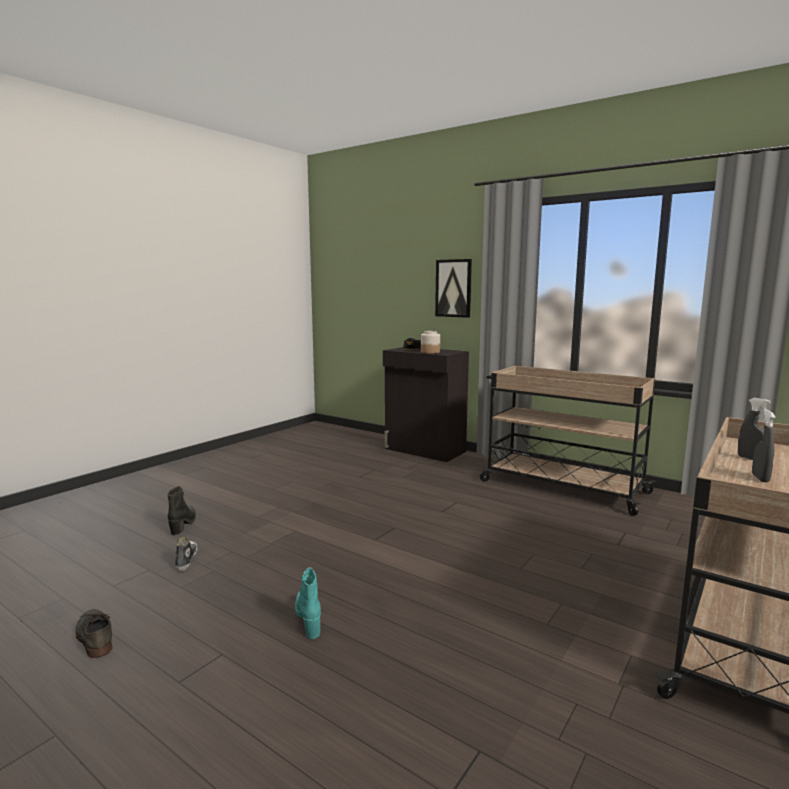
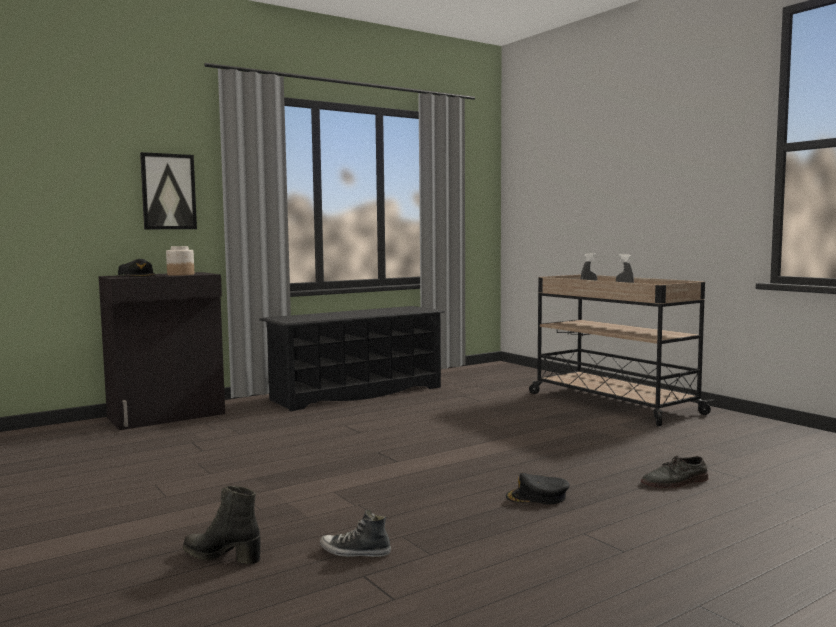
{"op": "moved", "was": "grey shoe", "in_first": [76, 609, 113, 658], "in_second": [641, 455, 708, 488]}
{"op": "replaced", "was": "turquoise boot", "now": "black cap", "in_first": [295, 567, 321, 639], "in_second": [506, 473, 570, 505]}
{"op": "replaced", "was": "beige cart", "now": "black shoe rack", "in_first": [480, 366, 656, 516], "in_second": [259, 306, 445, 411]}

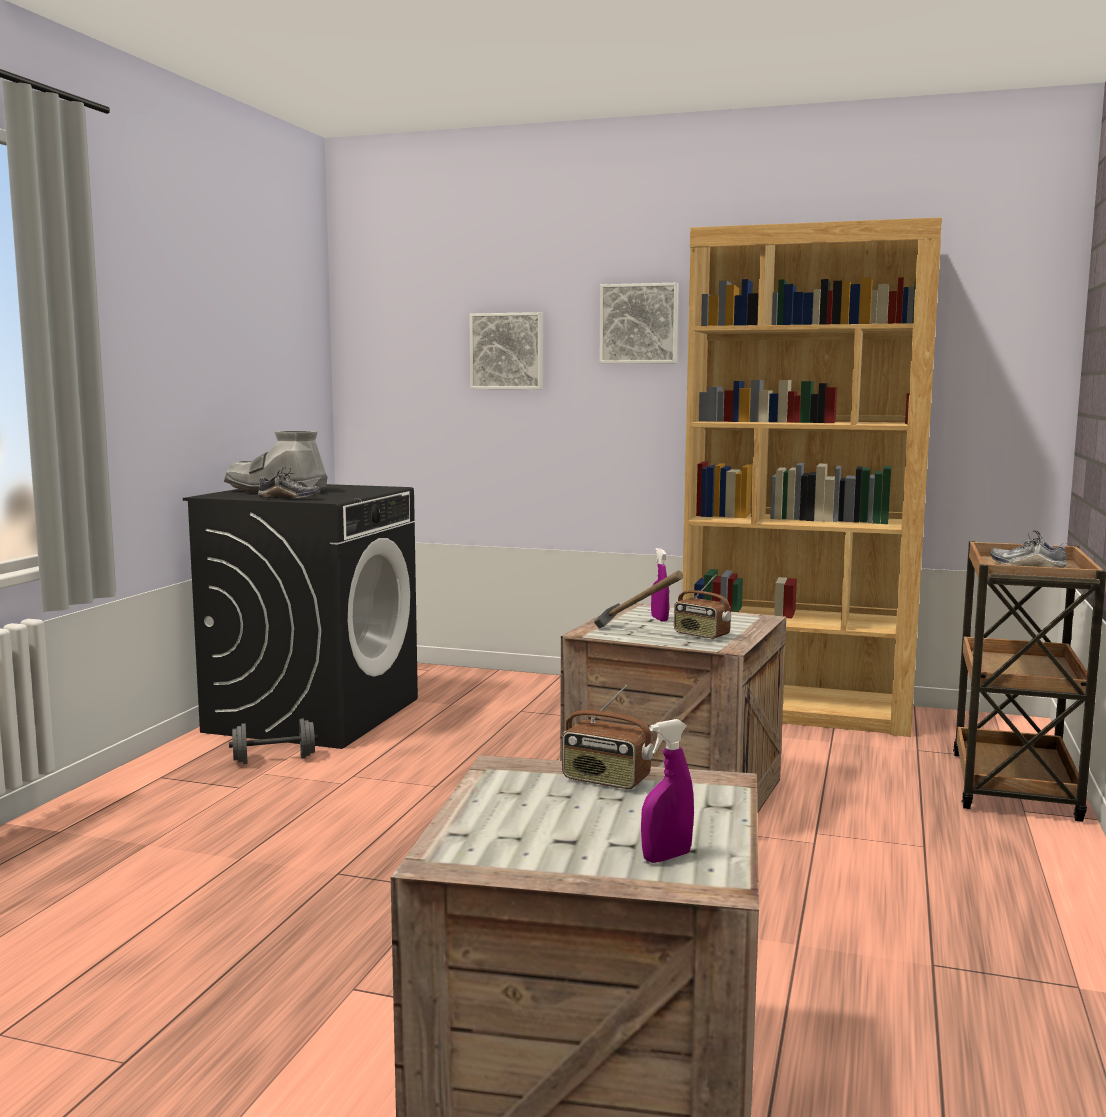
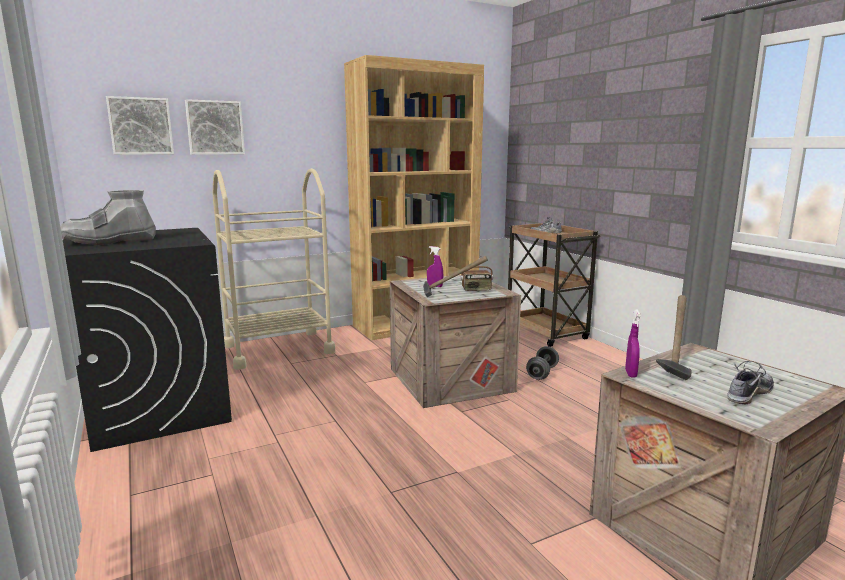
{"op": "moved", "was": "grey dumbbell", "in_first": [229, 718, 318, 764], "in_second": [526, 346, 559, 380]}
{"op": "moved", "was": "shoe", "in_first": [258, 466, 320, 498], "in_second": [728, 361, 774, 404]}
{"op": "replaced", "was": "radio", "now": "hammer", "in_first": [562, 685, 654, 789], "in_second": [656, 295, 692, 380]}
{"op": "moved", "was": "picture", "in_first": [599, 283, 679, 364], "in_second": [106, 96, 174, 155]}
{"op": "moved", "was": "purple spray bottle", "in_first": [641, 719, 694, 863], "in_second": [625, 309, 641, 378]}
{"op": "added", "now": "beige cart", "in_second": [212, 168, 335, 370]}

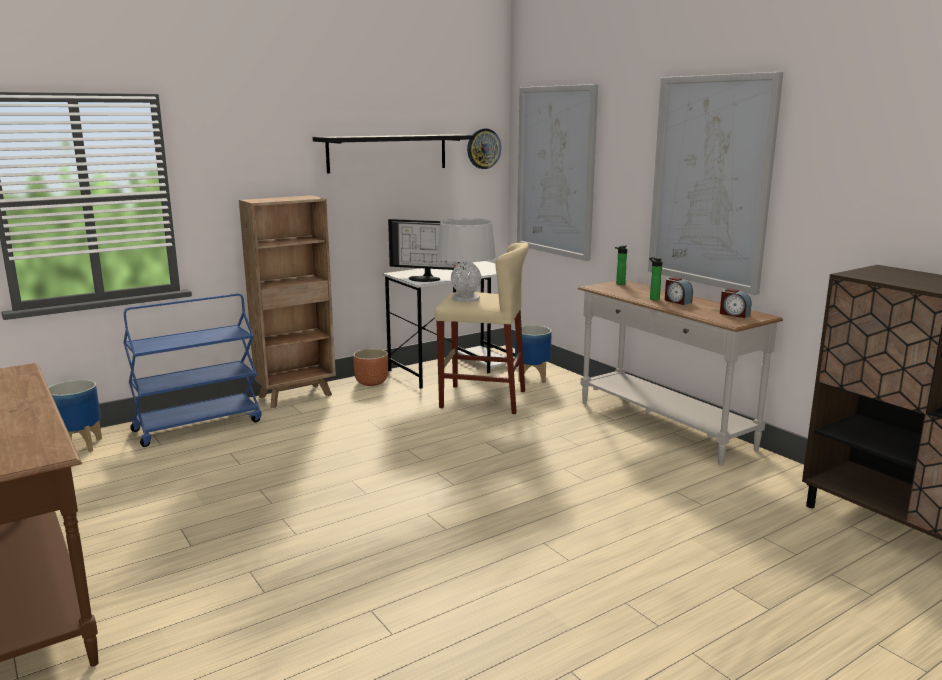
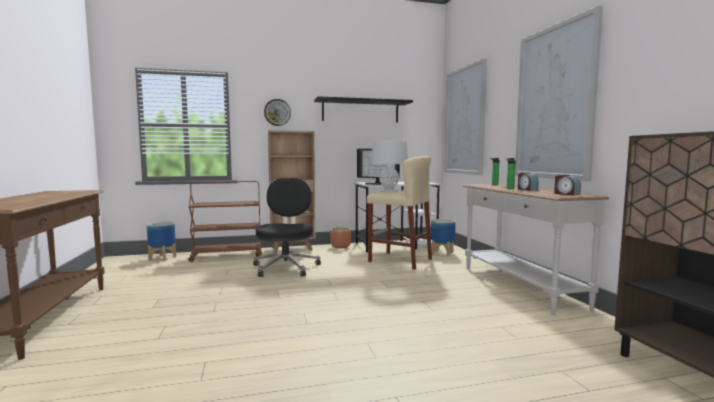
{"op": "recoloured", "was": "blue cart", "now": "brown cart", "in_first": [124, 293, 261, 447], "in_second": [189, 181, 262, 262]}
{"op": "moved", "was": "wall clock", "in_first": [467, 128, 501, 169], "in_second": [264, 99, 291, 126]}
{"op": "added", "now": "black office chair", "in_second": [253, 178, 321, 277]}

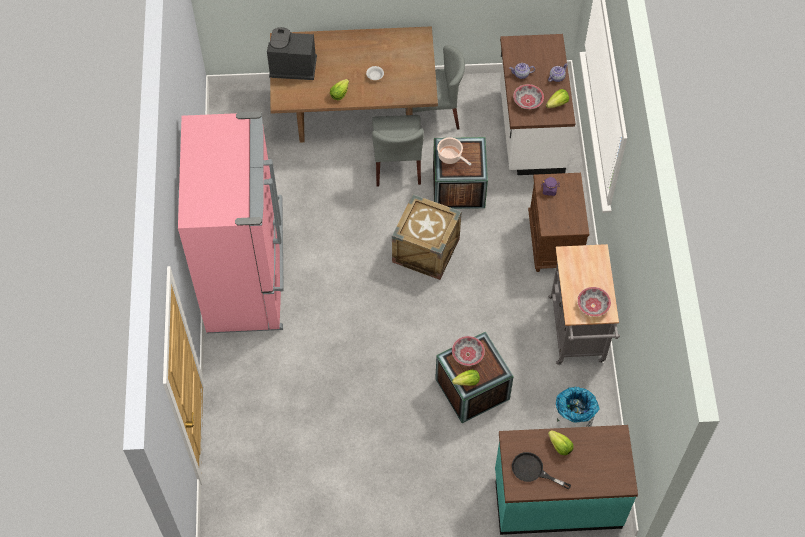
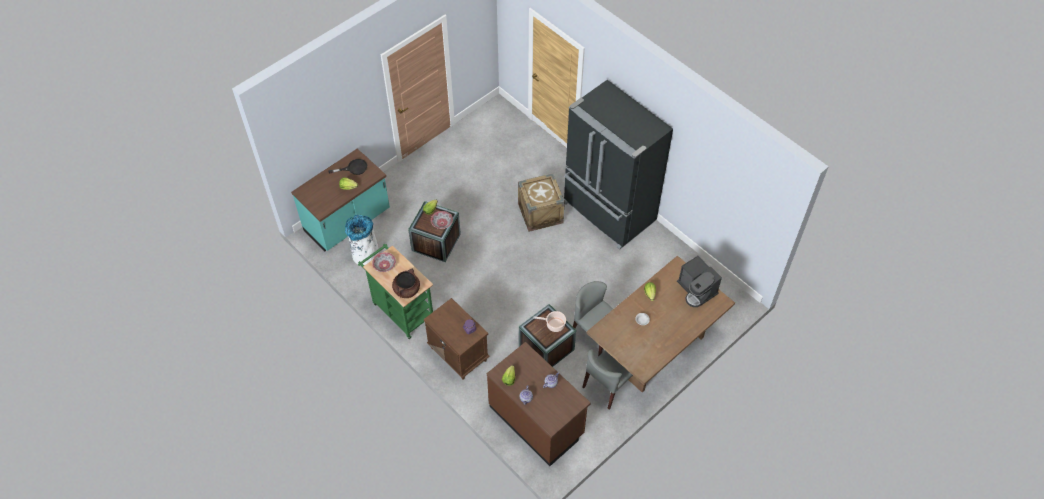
{"op": "recoloured", "was": "pink fridge", "now": "black fridge", "in_first": [178, 111, 284, 333], "in_second": [564, 80, 673, 250]}
{"op": "turned", "was": "coffee machine", "in_first": [267, 27, 317, 80], "in_second": [677, 256, 722, 307], "clockwise": 90}
{"op": "moved", "was": "crate", "in_first": [392, 194, 462, 280], "in_second": [518, 173, 565, 232]}
{"op": "recoloured", "was": "white counter", "now": "brown counter", "in_first": [500, 34, 575, 175], "in_second": [487, 342, 591, 466]}
{"op": "removed", "was": "bowl", "in_first": [513, 84, 544, 109]}
{"op": "recoloured", "was": "grey cart", "now": "green cart", "in_first": [548, 244, 620, 365], "in_second": [358, 244, 433, 339]}
{"op": "added", "now": "brown cooking pot", "in_second": [392, 269, 420, 298]}

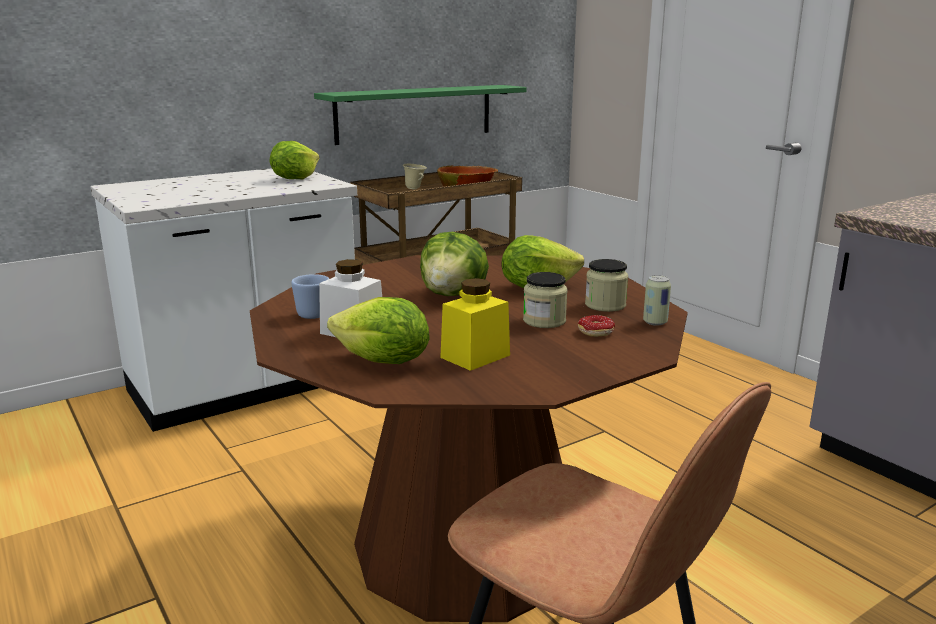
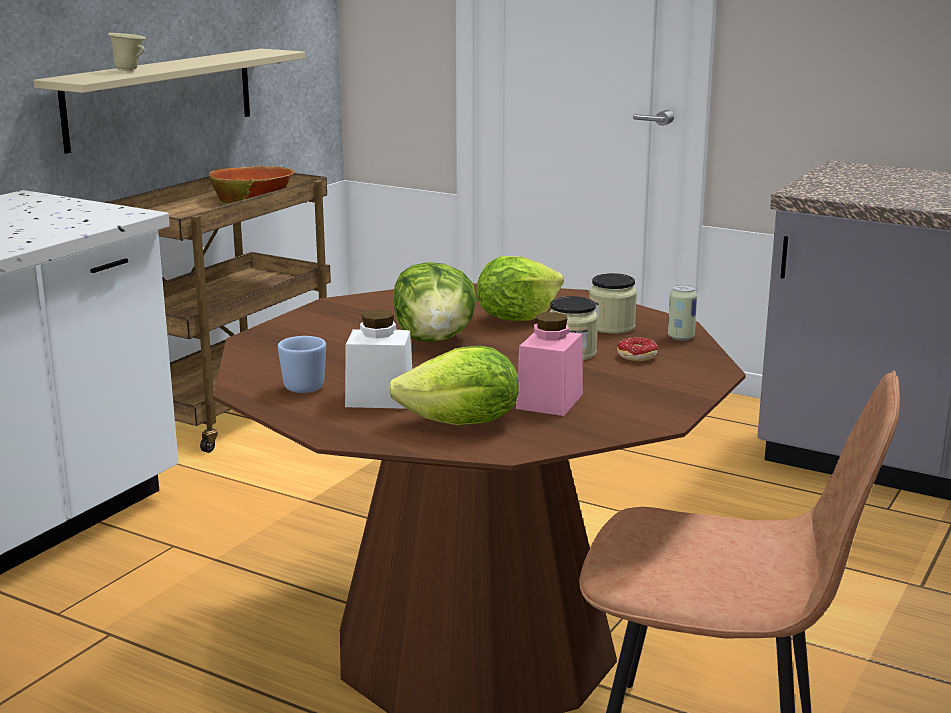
{"op": "removed", "was": "lettuce", "in_first": [270, 141, 319, 179]}
{"op": "recoloured", "was": "green shelf", "now": "beige shelf", "in_first": [314, 85, 527, 145], "in_second": [33, 49, 305, 154]}
{"op": "moved", "was": "beige mug", "in_first": [403, 164, 427, 189], "in_second": [108, 33, 146, 71]}
{"op": "recoloured", "was": "yellow jar", "now": "pink jar", "in_first": [440, 278, 510, 371], "in_second": [516, 312, 583, 416]}

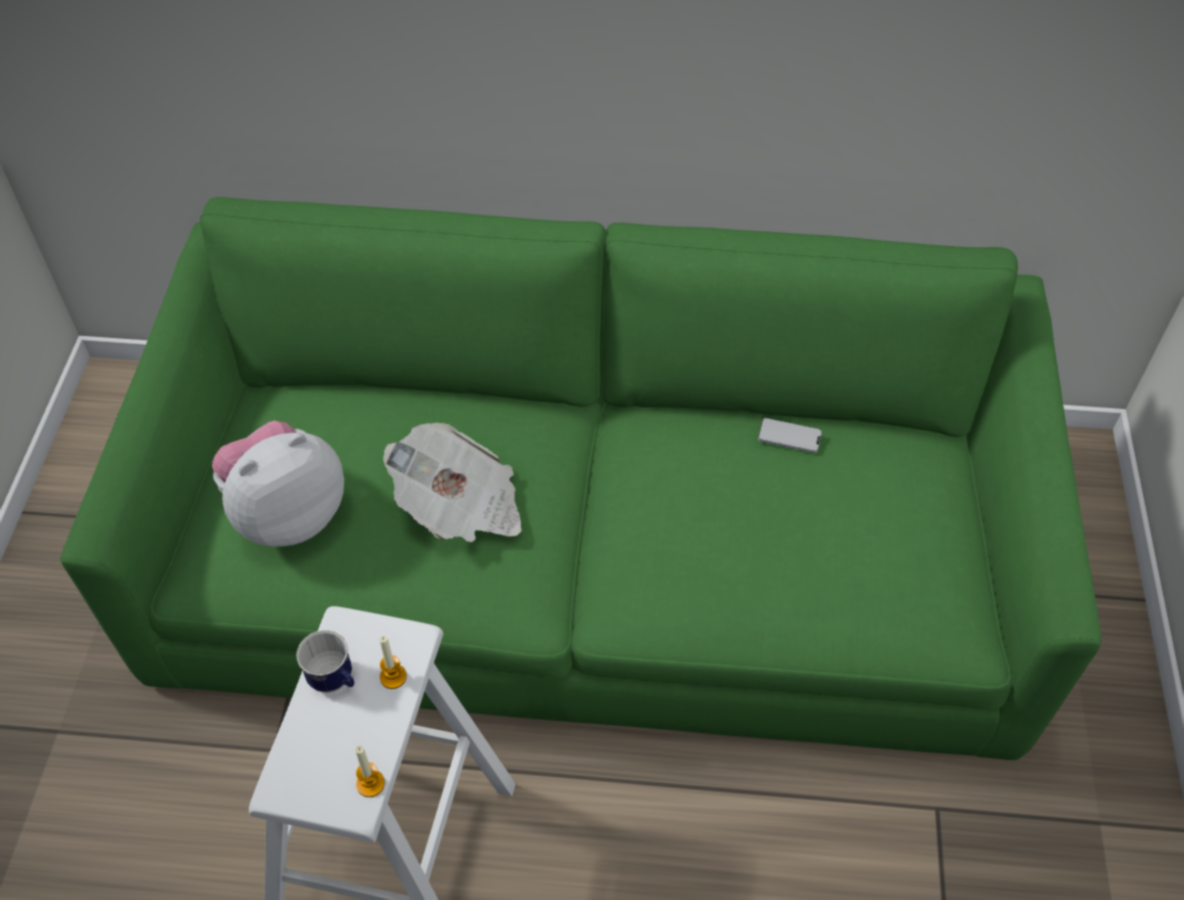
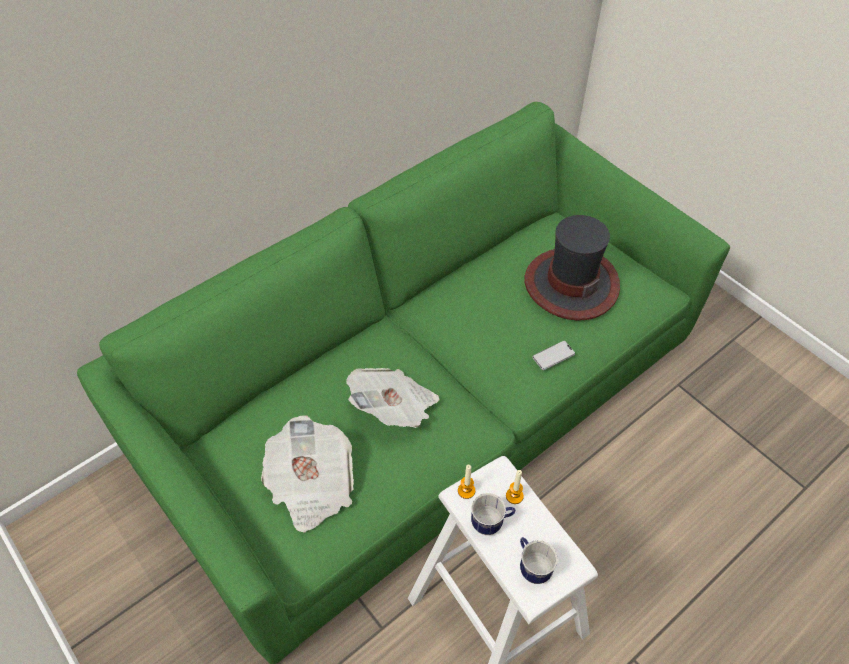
{"op": "replaced", "was": "plush toy", "now": "newspaper", "in_first": [212, 421, 344, 547], "in_second": [261, 415, 354, 533]}
{"op": "moved", "was": "candle", "in_first": [355, 746, 385, 797], "in_second": [458, 465, 475, 499]}
{"op": "moved", "was": "phone", "in_first": [758, 418, 822, 453], "in_second": [533, 341, 575, 370]}
{"op": "added", "now": "mug", "in_second": [520, 537, 558, 584]}
{"op": "added", "now": "hat", "in_second": [524, 215, 620, 321]}

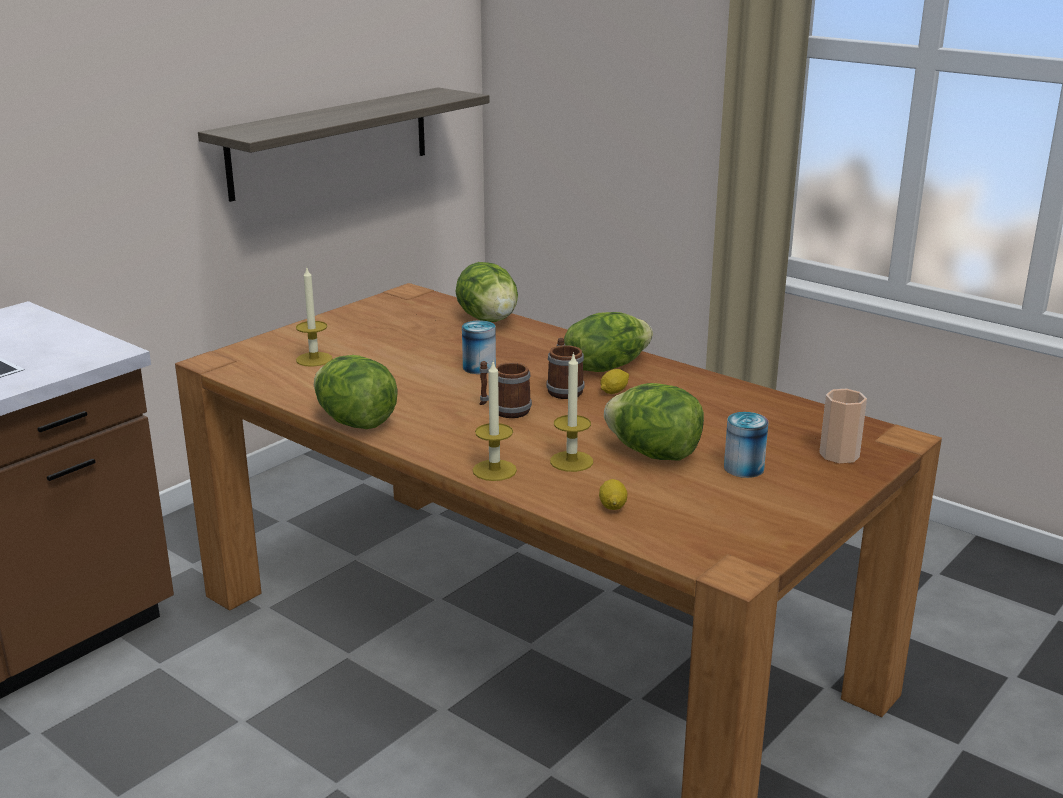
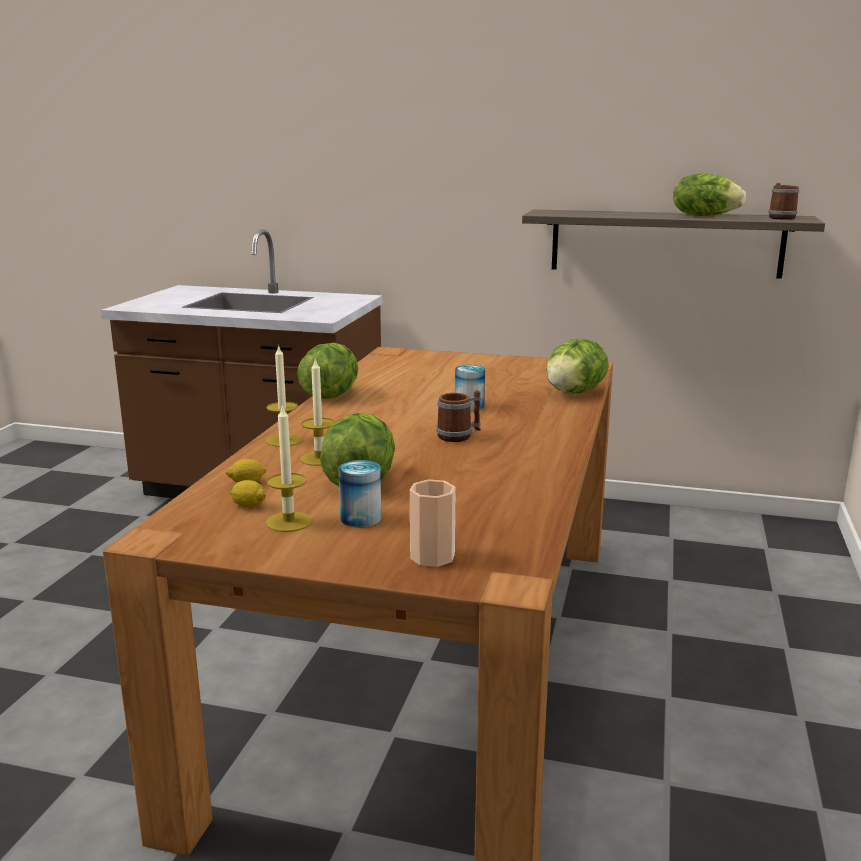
{"op": "moved", "was": "candle", "in_first": [296, 268, 333, 367], "in_second": [266, 404, 312, 532]}
{"op": "moved", "was": "mug", "in_first": [479, 361, 532, 418], "in_second": [768, 183, 799, 220]}
{"op": "moved", "was": "lettuce", "in_first": [564, 312, 653, 372], "in_second": [673, 173, 746, 216]}
{"op": "moved", "was": "lemon", "in_first": [600, 369, 629, 394], "in_second": [229, 480, 266, 507]}

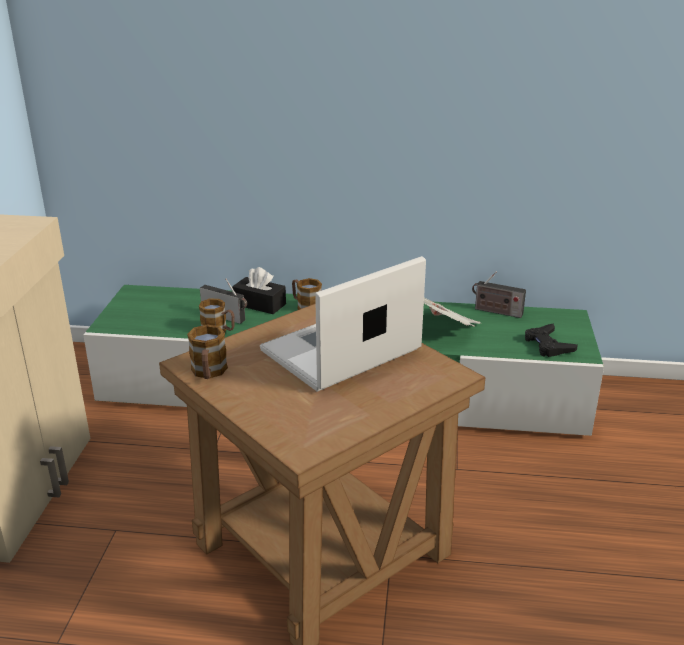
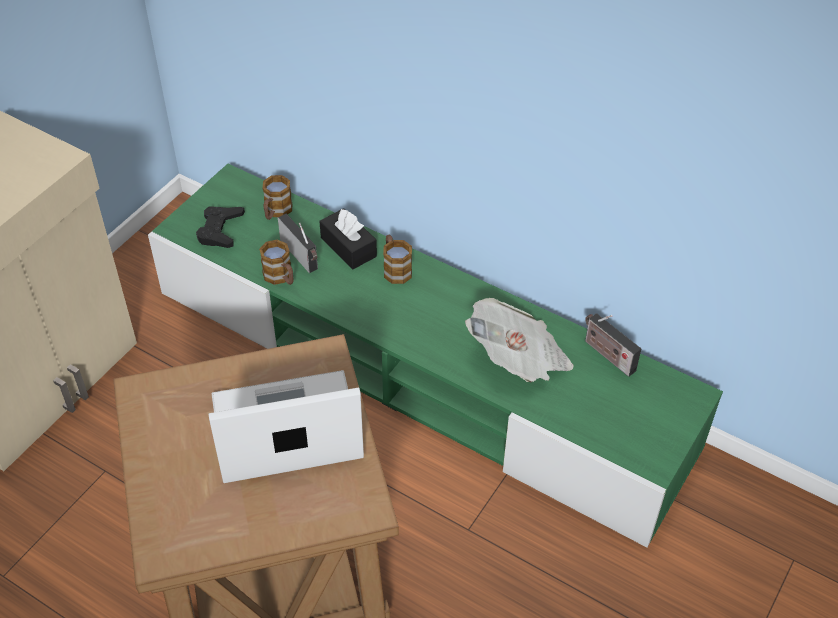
{"op": "moved", "was": "mug", "in_first": [187, 325, 228, 379], "in_second": [263, 175, 292, 220]}
{"op": "moved", "was": "black game controller", "in_first": [525, 323, 578, 357], "in_second": [196, 206, 245, 248]}

